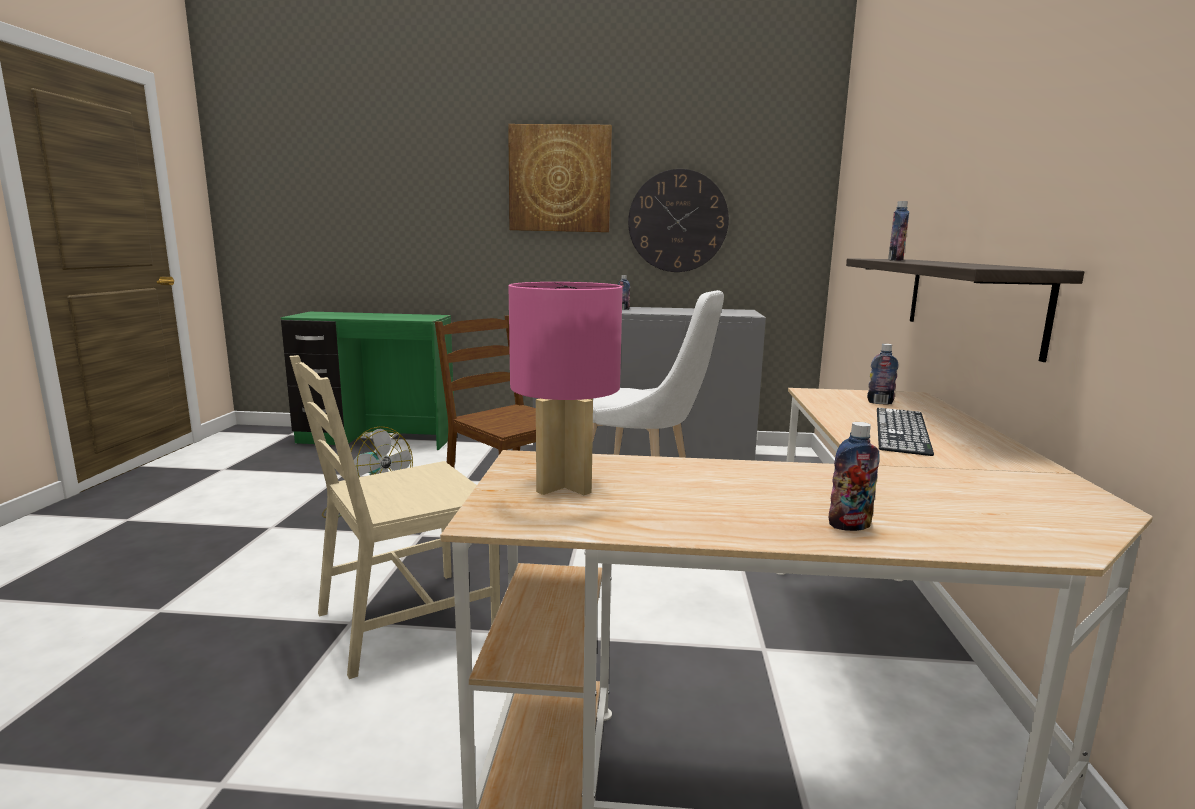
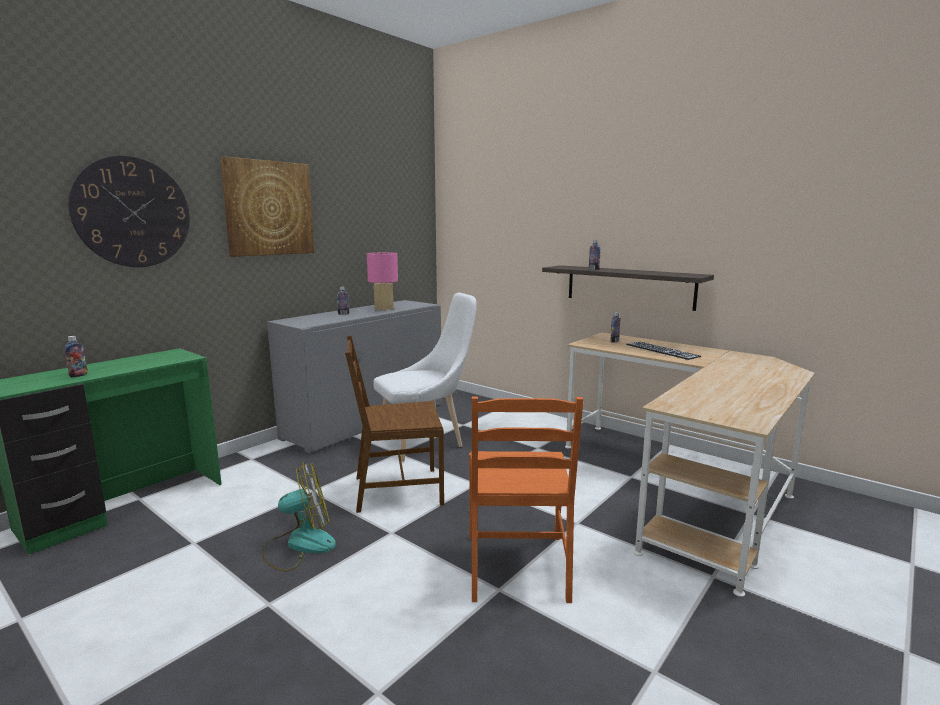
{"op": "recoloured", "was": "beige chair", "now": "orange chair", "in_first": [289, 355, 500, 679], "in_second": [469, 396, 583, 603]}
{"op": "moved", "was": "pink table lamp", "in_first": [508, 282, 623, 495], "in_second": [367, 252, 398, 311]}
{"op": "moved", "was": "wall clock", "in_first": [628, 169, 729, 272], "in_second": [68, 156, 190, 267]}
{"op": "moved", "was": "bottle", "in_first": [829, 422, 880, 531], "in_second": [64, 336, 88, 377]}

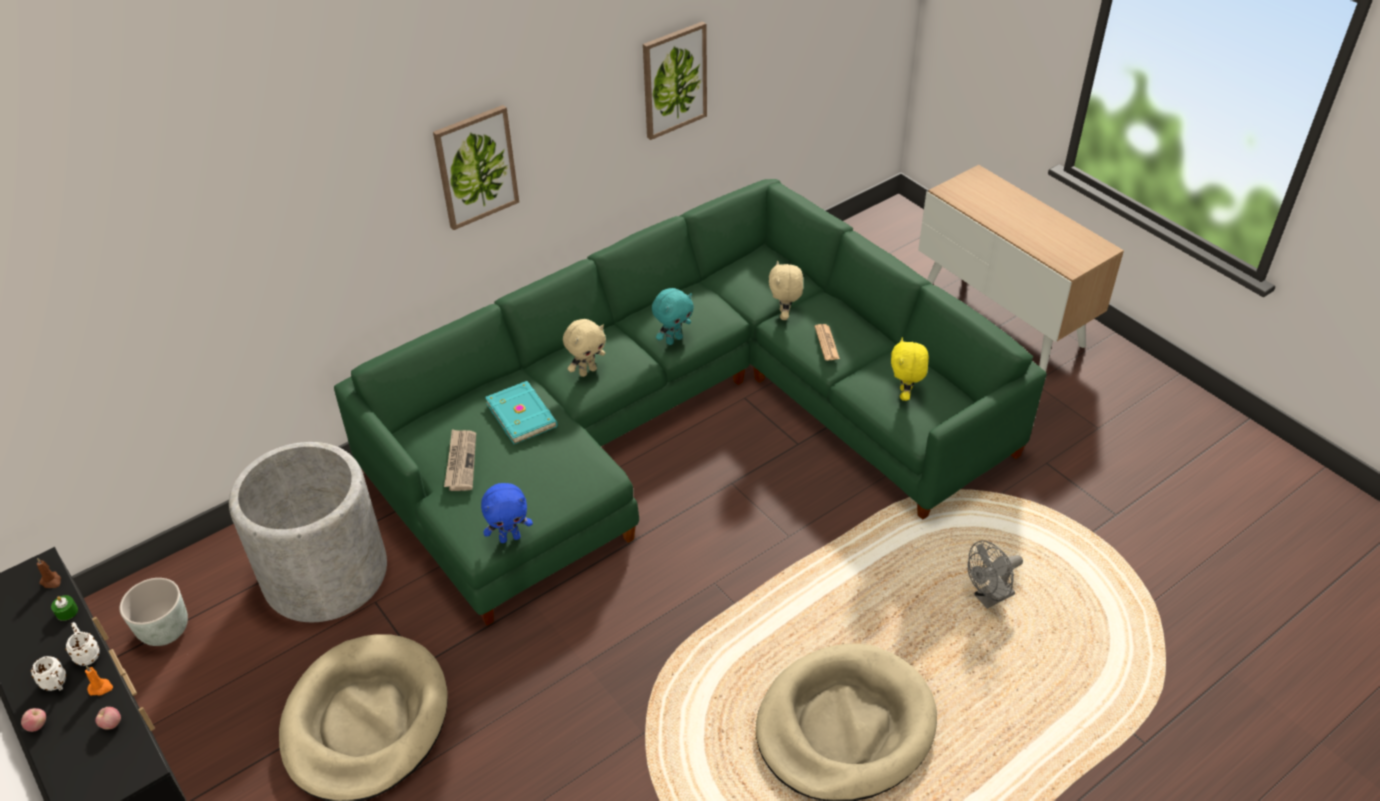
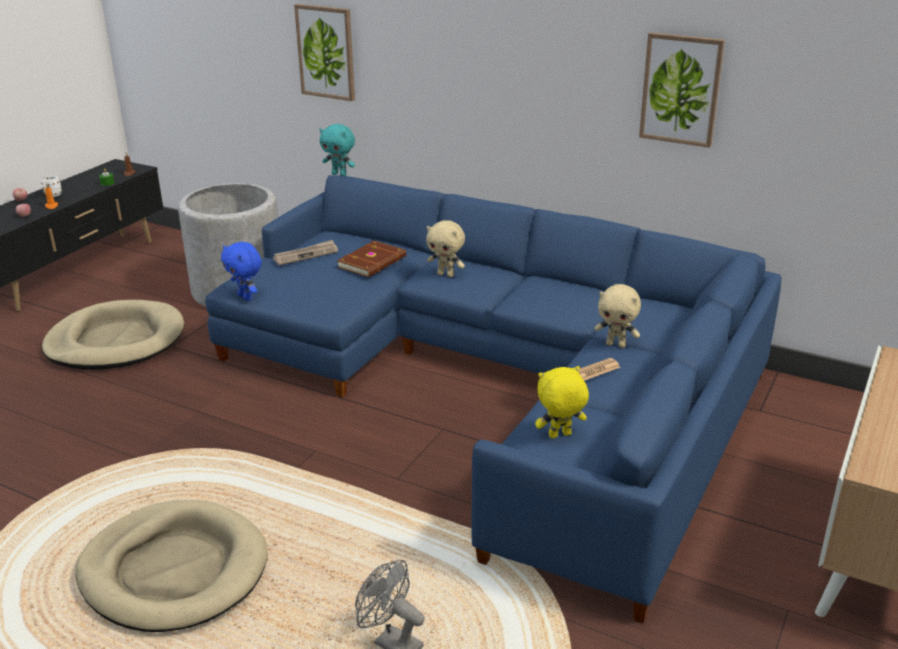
{"op": "removed", "was": "white mug", "in_first": [65, 622, 100, 666]}
{"op": "removed", "was": "grey planter", "in_first": [119, 578, 188, 646]}
{"op": "recoloured", "was": "green sofa", "now": "blue sofa", "in_first": [334, 179, 1047, 626], "in_second": [205, 175, 782, 623]}
{"op": "moved", "was": "picture", "in_first": [433, 105, 519, 230], "in_second": [294, 4, 355, 101]}
{"op": "recoloured", "was": "turquoise book", "now": "brown book", "in_first": [485, 381, 558, 444], "in_second": [337, 241, 406, 277]}
{"op": "moved", "was": "turquoise plush toy", "in_first": [652, 288, 694, 345], "in_second": [320, 124, 355, 176]}
{"op": "turned", "was": "beige plush toy", "in_first": [769, 261, 803, 320], "in_second": [594, 284, 641, 348], "clockwise": -135}

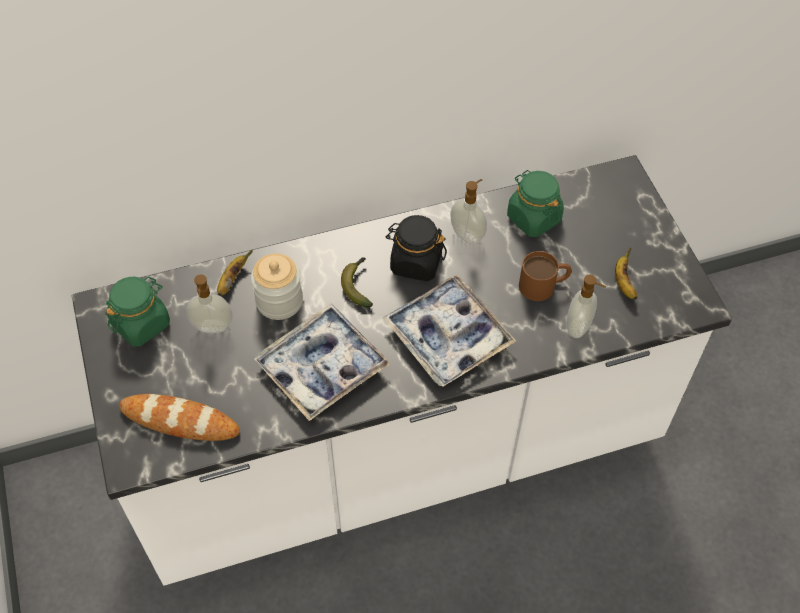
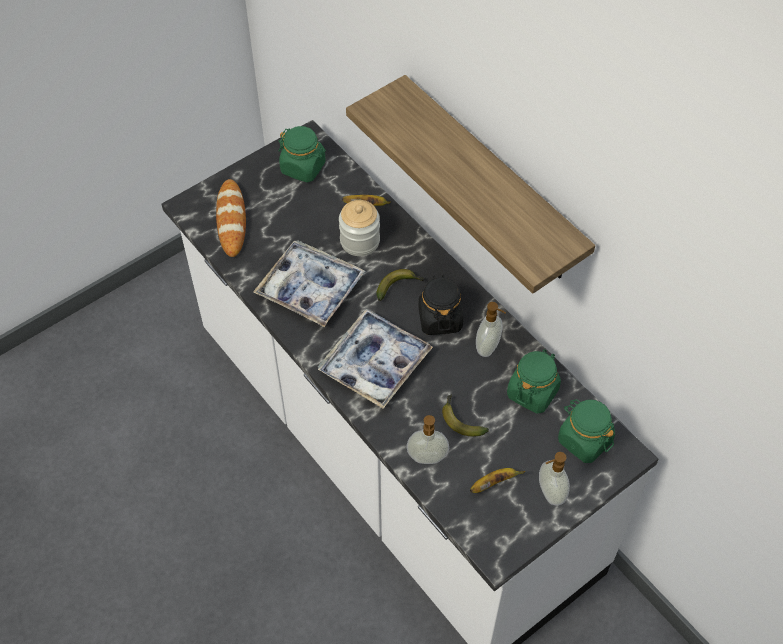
{"op": "moved", "was": "soap dispenser", "in_first": [186, 274, 232, 333], "in_second": [539, 452, 570, 506]}
{"op": "replaced", "was": "brown mug", "now": "banana", "in_first": [519, 251, 572, 301], "in_second": [442, 395, 489, 436]}
{"op": "added", "now": "shelf", "in_second": [346, 75, 595, 294]}
{"op": "added", "now": "green jar", "in_second": [558, 399, 615, 463]}

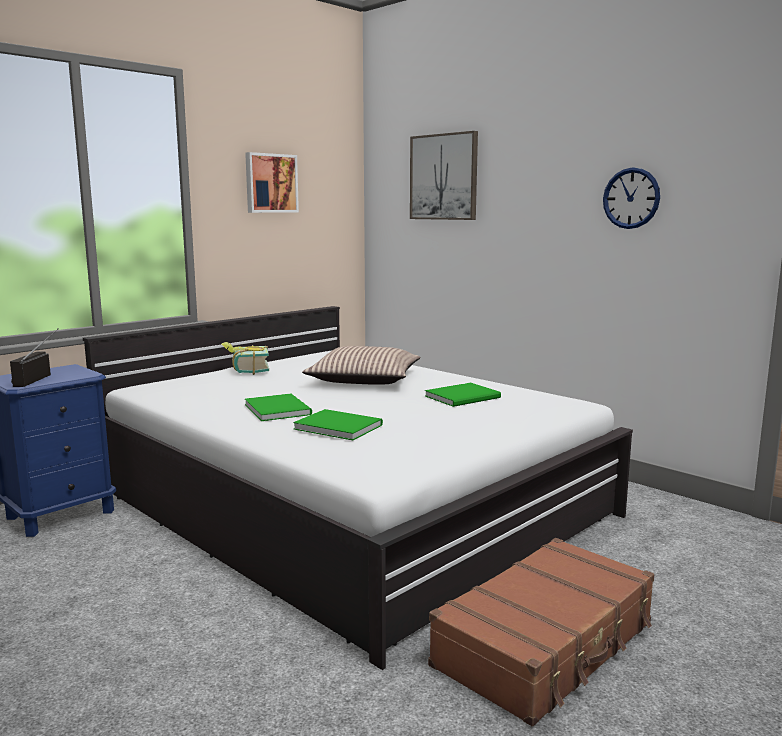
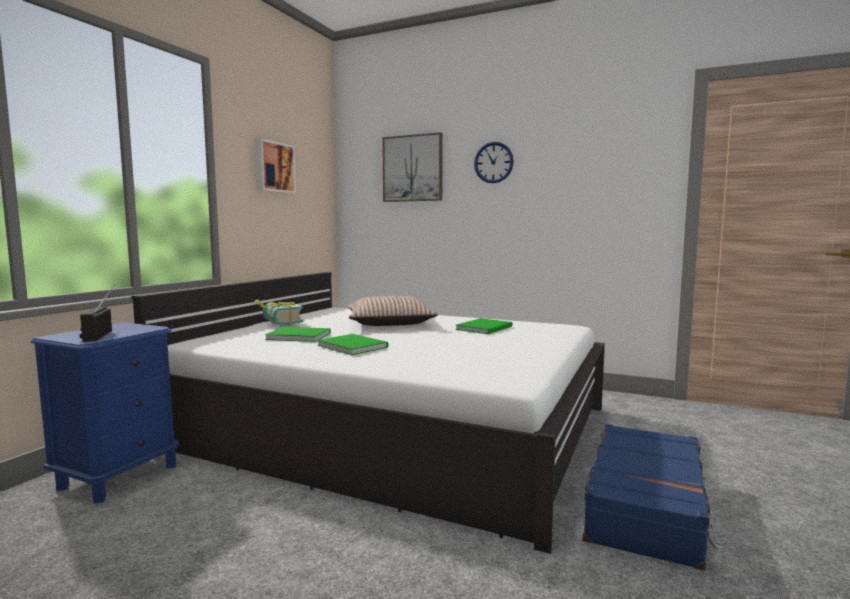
{"op": "moved", "was": "green book", "in_first": [293, 409, 383, 440], "in_second": [265, 327, 331, 342]}
{"op": "recoloured", "was": "brown suitcase", "now": "blue suitcase", "in_first": [428, 538, 654, 726], "in_second": [583, 424, 716, 570]}
{"op": "moved", "was": "wall clock", "in_first": [603, 167, 660, 229], "in_second": [474, 142, 514, 183]}

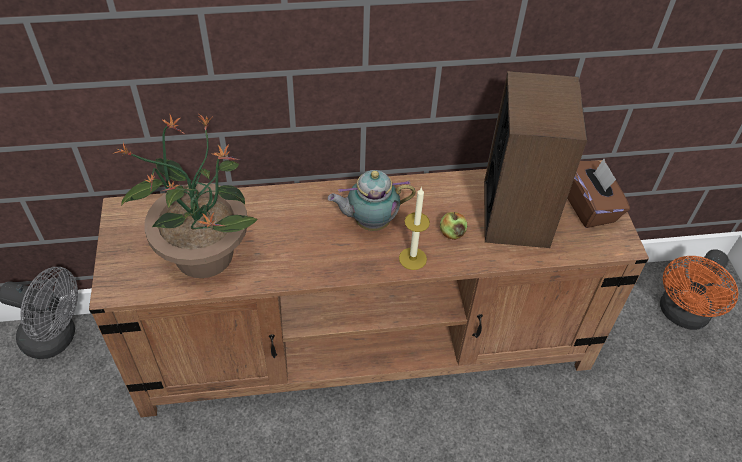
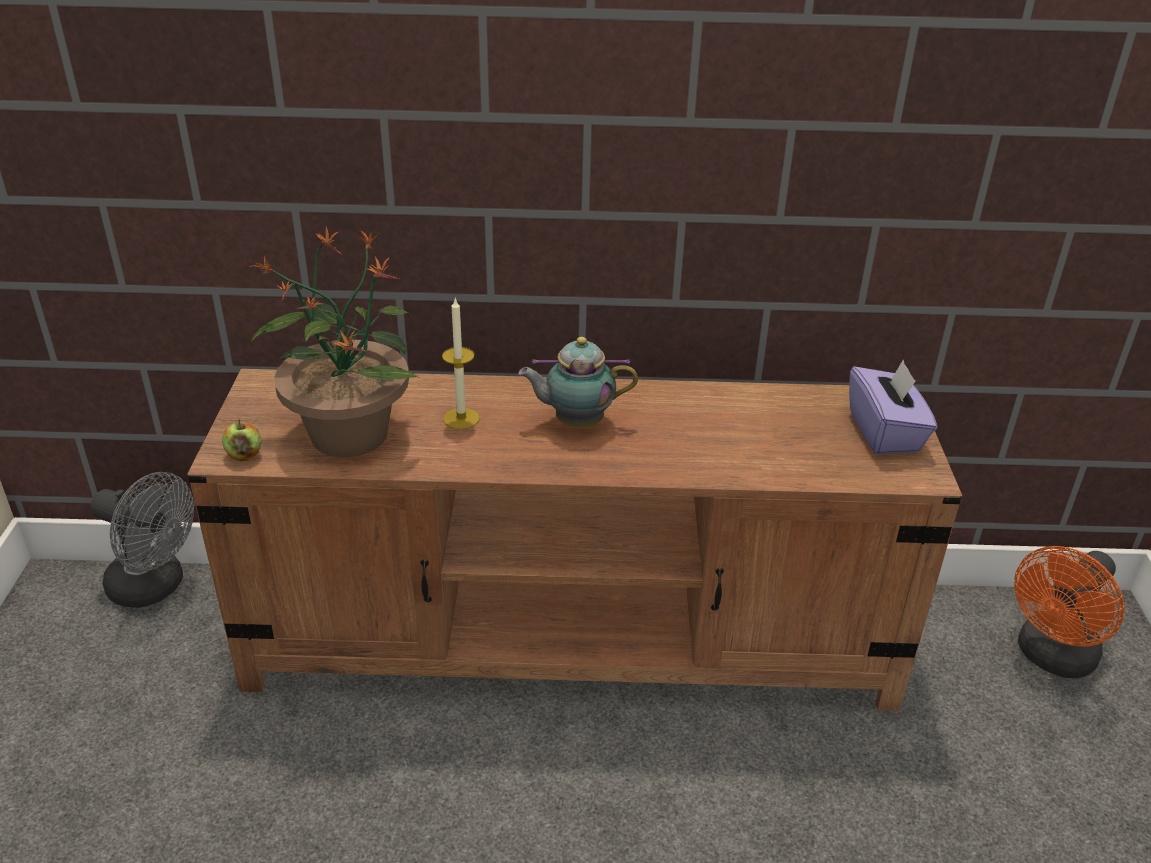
{"op": "moved", "was": "candle", "in_first": [399, 187, 430, 270], "in_second": [442, 297, 480, 429]}
{"op": "moved", "was": "apple", "in_first": [440, 212, 467, 240], "in_second": [222, 419, 261, 461]}
{"op": "removed", "was": "speaker", "in_first": [484, 71, 587, 248]}
{"op": "recoloured", "was": "brown tissue box", "now": "purple tissue box", "in_first": [567, 159, 630, 228], "in_second": [849, 359, 937, 455]}

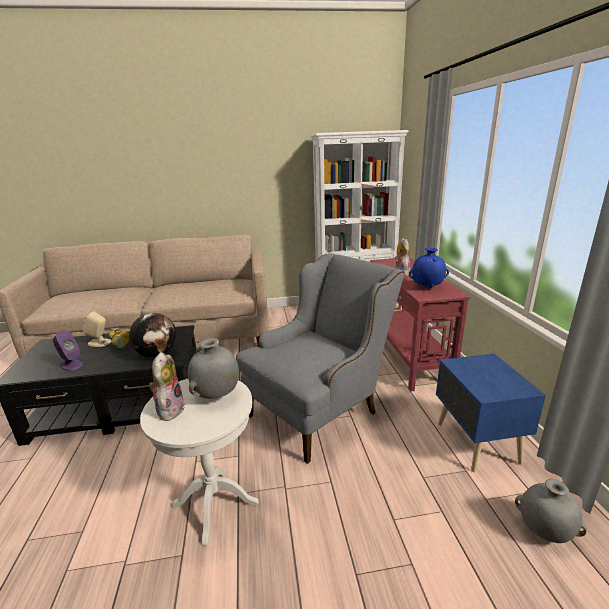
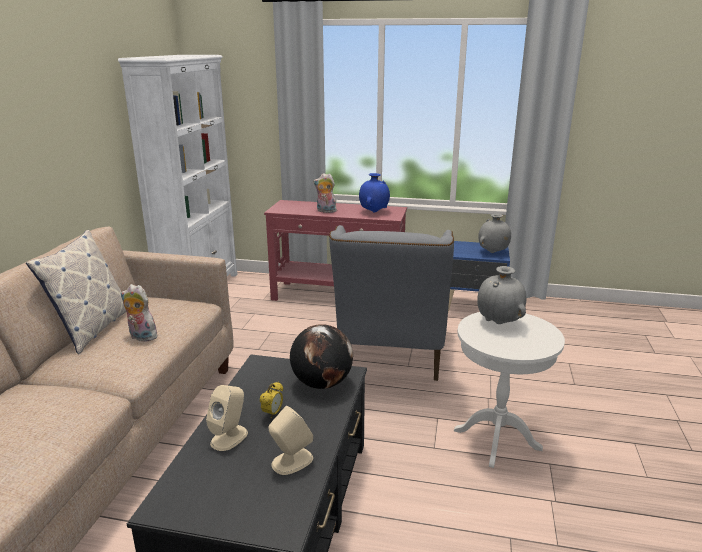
{"op": "recoloured", "was": "purple speaker", "now": "beige speaker", "in_first": [53, 331, 83, 371], "in_second": [269, 406, 313, 475]}
{"op": "moved", "was": "plush toy", "in_first": [149, 352, 185, 421], "in_second": [121, 284, 158, 342]}
{"op": "turned", "was": "grey armchair", "in_first": [236, 253, 405, 464], "in_second": [329, 225, 454, 381], "clockwise": -150}
{"op": "moved", "was": "grey vase", "in_first": [515, 479, 587, 543], "in_second": [478, 214, 511, 253]}
{"op": "added", "now": "pillow", "in_second": [26, 230, 126, 354]}

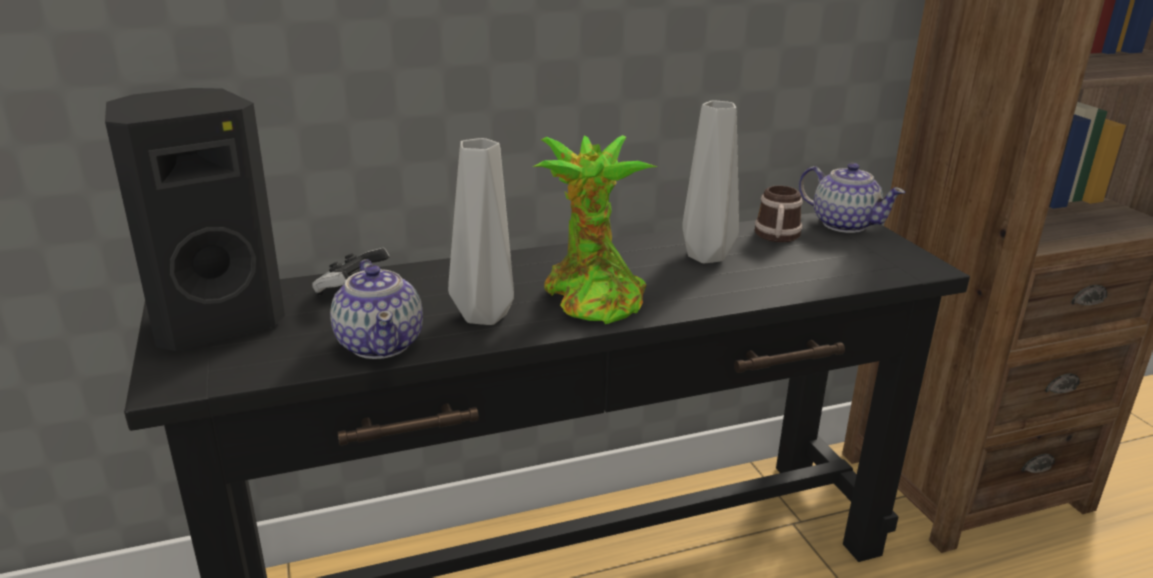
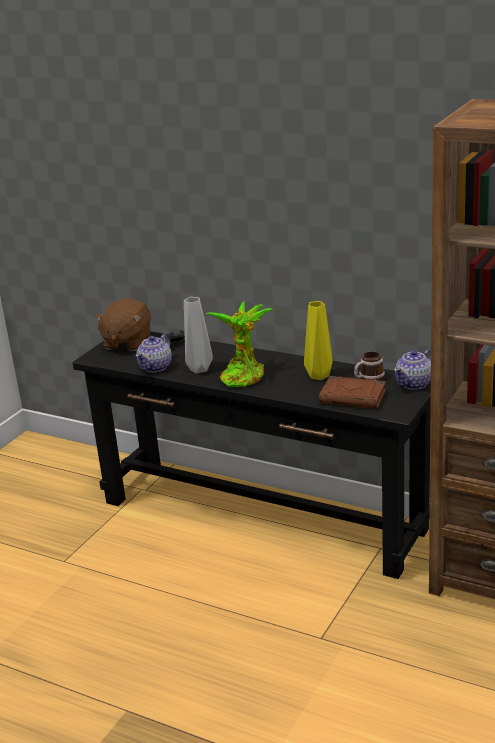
{"op": "replaced", "was": "black speaker", "now": "brown plush toy", "in_first": [105, 88, 285, 351], "in_second": [94, 298, 151, 351]}
{"op": "recoloured", "was": "grey vase", "now": "yellow vase", "in_first": [682, 100, 739, 263], "in_second": [304, 301, 333, 380]}
{"op": "turned", "was": "teapot", "in_first": [799, 163, 905, 233], "in_second": [394, 349, 431, 390], "clockwise": 45}
{"op": "added", "now": "brown book", "in_second": [319, 376, 386, 409]}

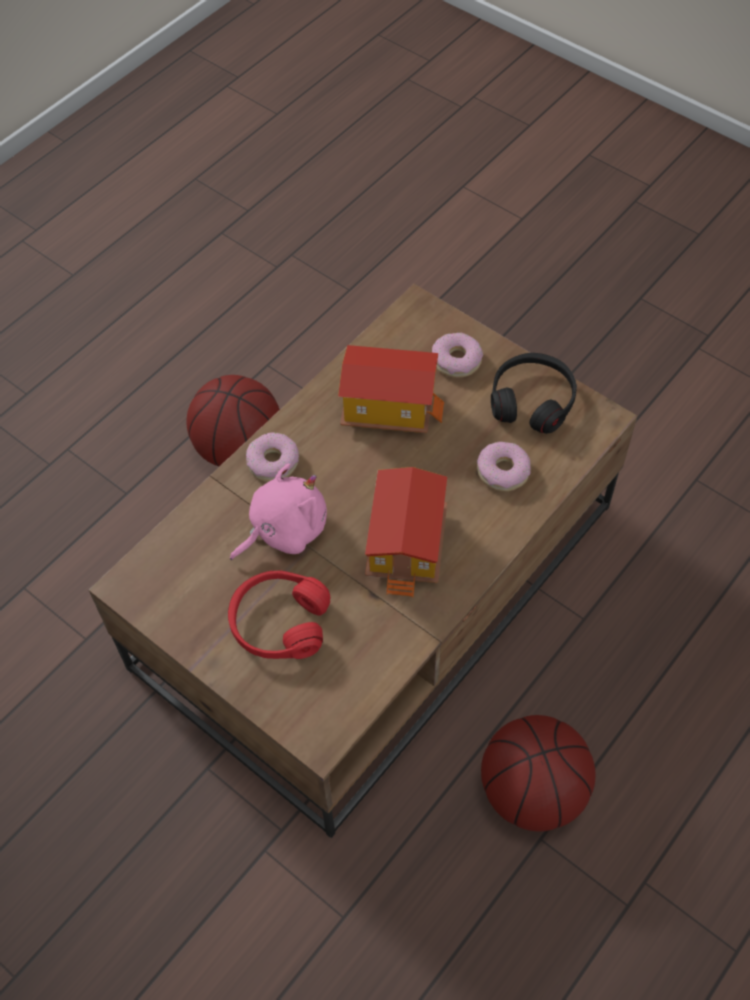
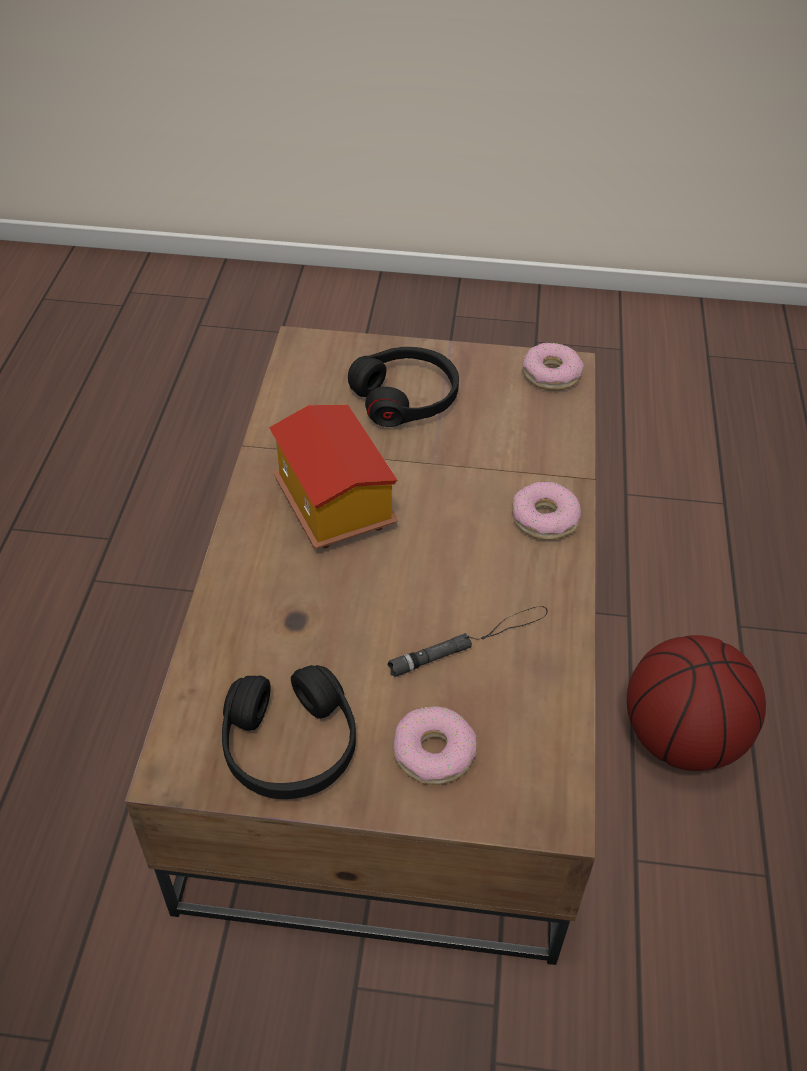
{"op": "recoloured", "was": "red headphones", "now": "black headphones", "in_first": [228, 571, 330, 659], "in_second": [348, 347, 459, 427]}
{"op": "removed", "was": "pink plush toy", "in_first": [230, 463, 327, 560]}
{"op": "replaced", "was": "toy house", "now": "black flashlight", "in_first": [338, 345, 445, 433], "in_second": [387, 606, 548, 677]}
{"op": "moved", "was": "donut", "in_first": [477, 441, 531, 491], "in_second": [522, 343, 584, 391]}
{"op": "removed", "was": "basketball", "in_first": [481, 715, 596, 831]}

